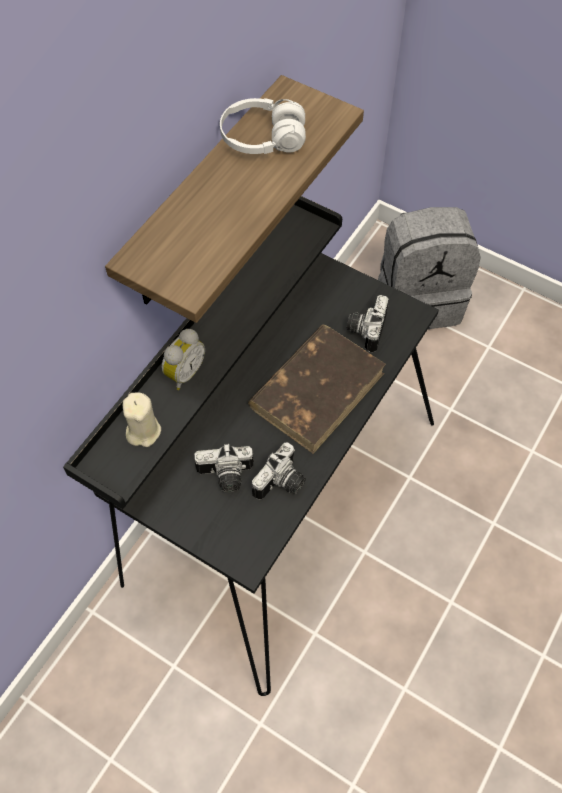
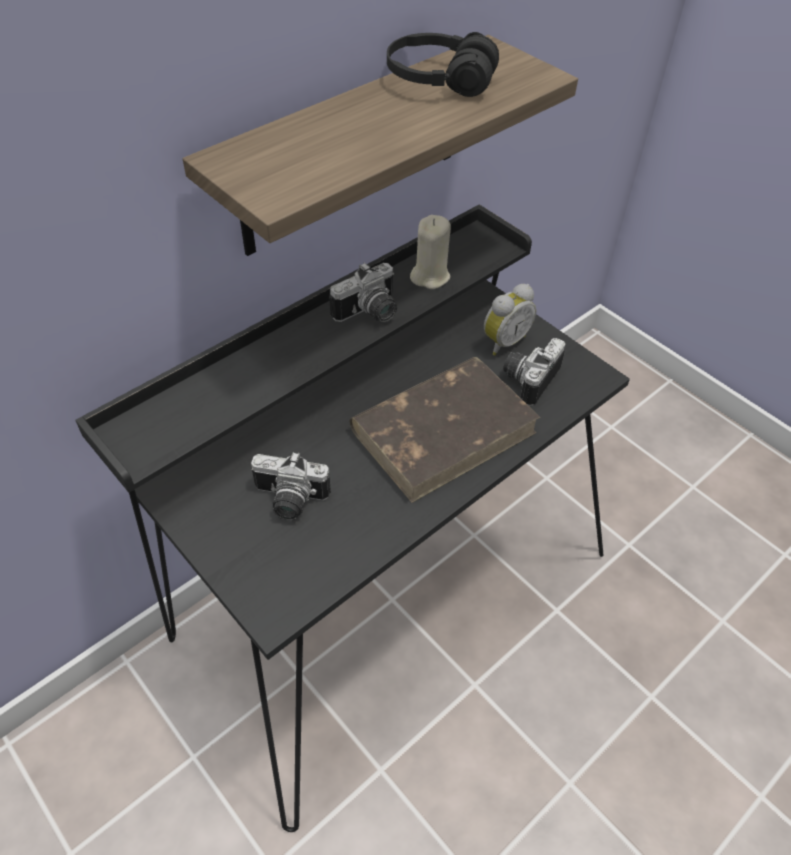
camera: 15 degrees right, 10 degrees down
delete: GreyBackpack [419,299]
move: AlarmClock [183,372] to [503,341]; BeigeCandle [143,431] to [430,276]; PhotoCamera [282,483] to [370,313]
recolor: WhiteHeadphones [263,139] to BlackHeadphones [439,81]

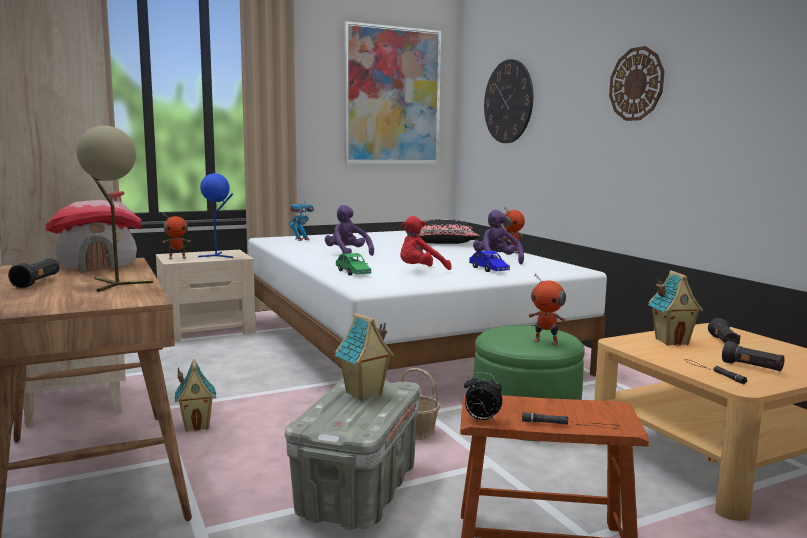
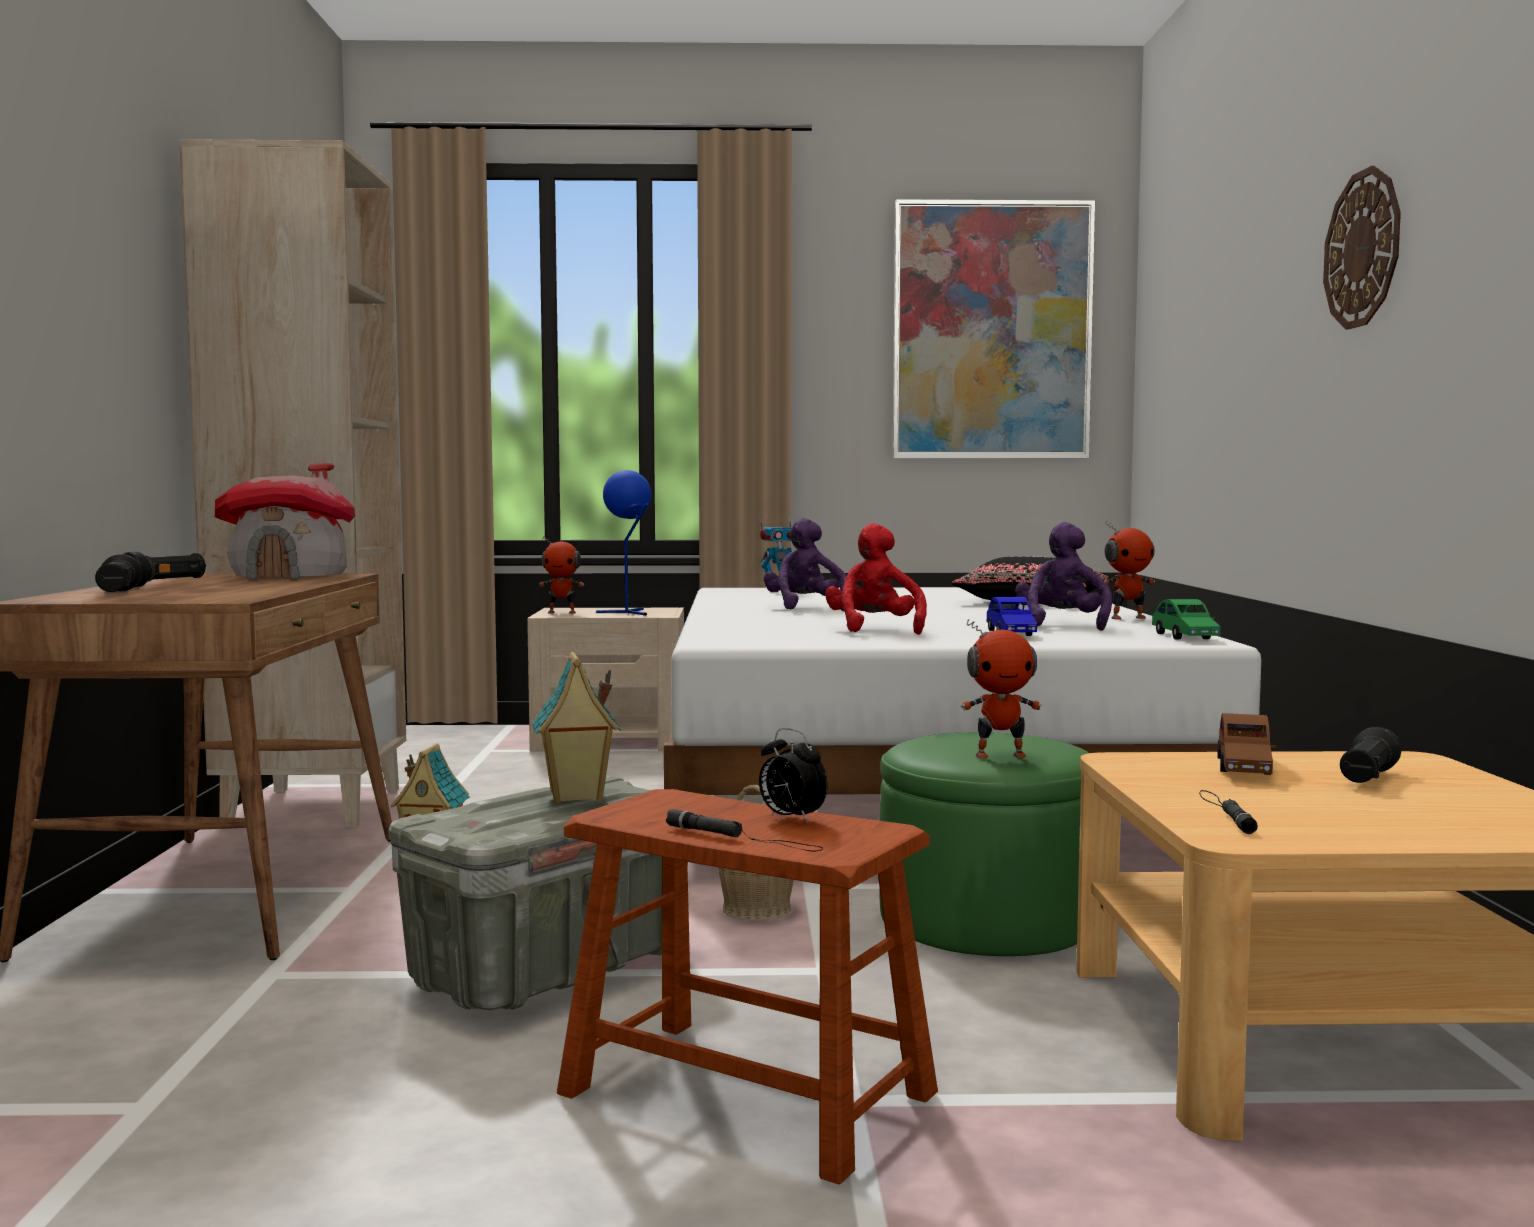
camera: 25 degrees right, 5 degrees down
delete: WallClock [508,101]; BeigeTableLamp [114,284]
move: GreenToyCar [353,273] to [1184,637]; BlackFlashlight [752,368] to [117,593]; AlarmClock [481,420] to [790,818]
replace: ToyHouse [671,341] to BrownToyCar [1243,767]
rotate: RedPlushToy [420,271] = [874,630] 90 degrees clockwise; ToyRobot [546,342] = [1000,755] 60 degrees counterclockwise

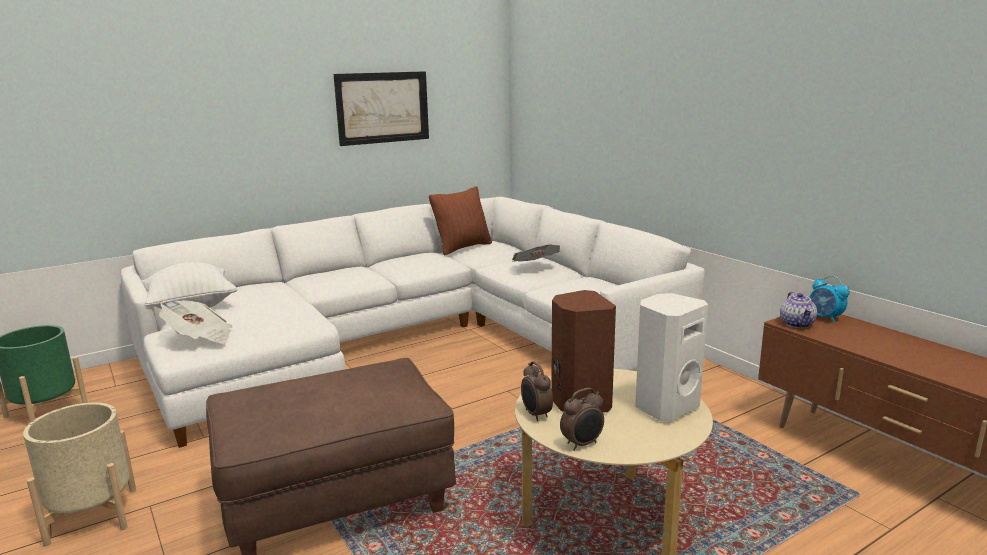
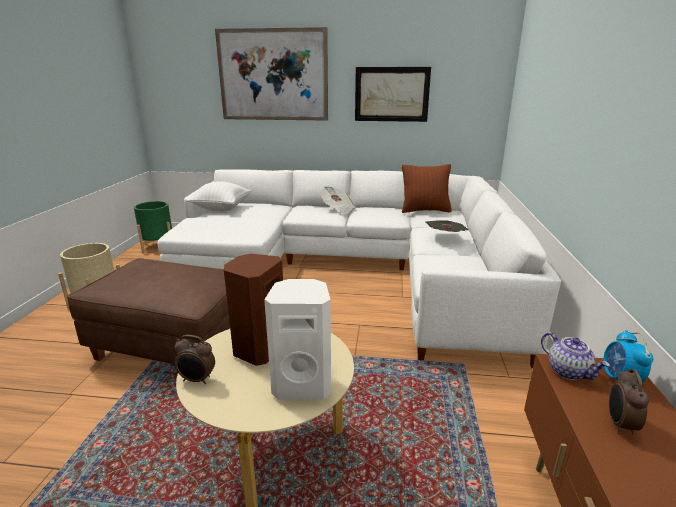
camera: 40 degrees right, 5 degrees up
insert: Picture [273,75]
move: Newspaper [200,337] to [338,209]; AlarmClock [535,415] to [619,425]
rotate: Teapot [797,324] = [569,371] 75 degrees counterclockwise

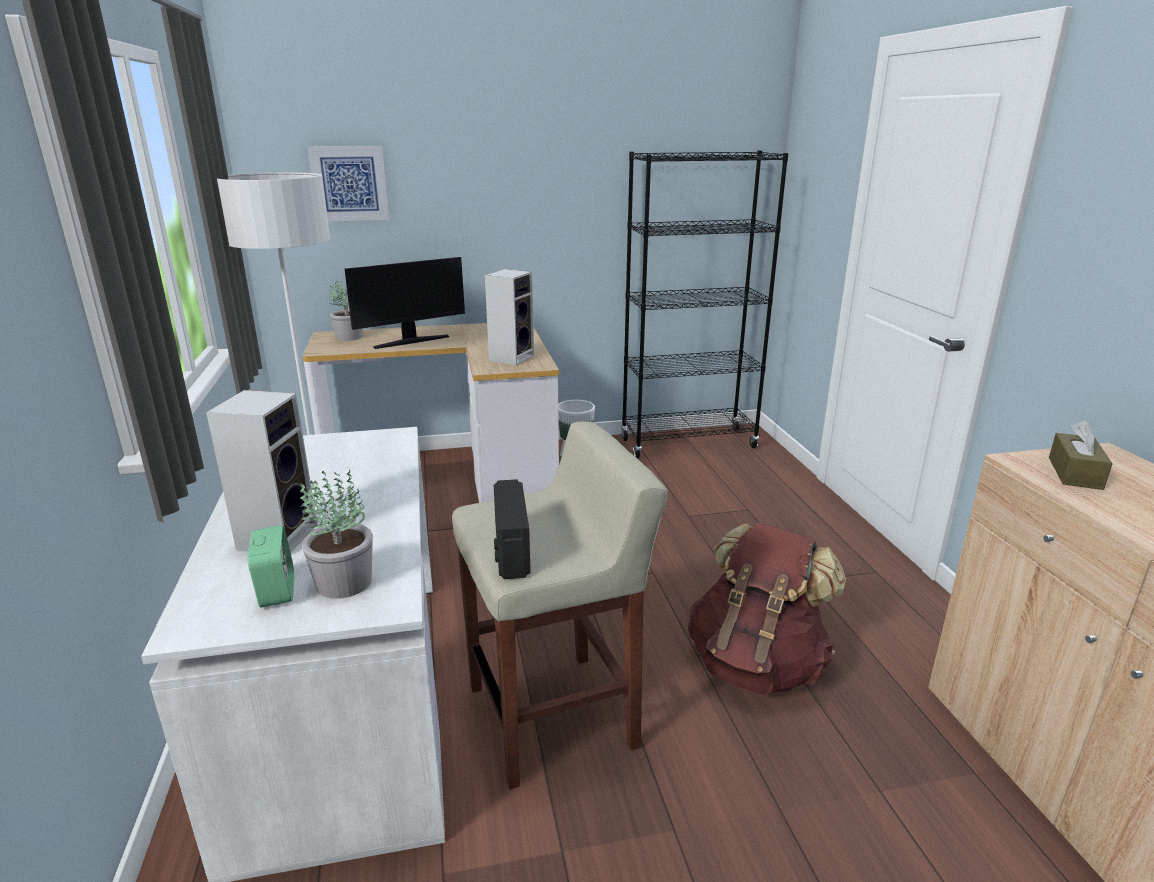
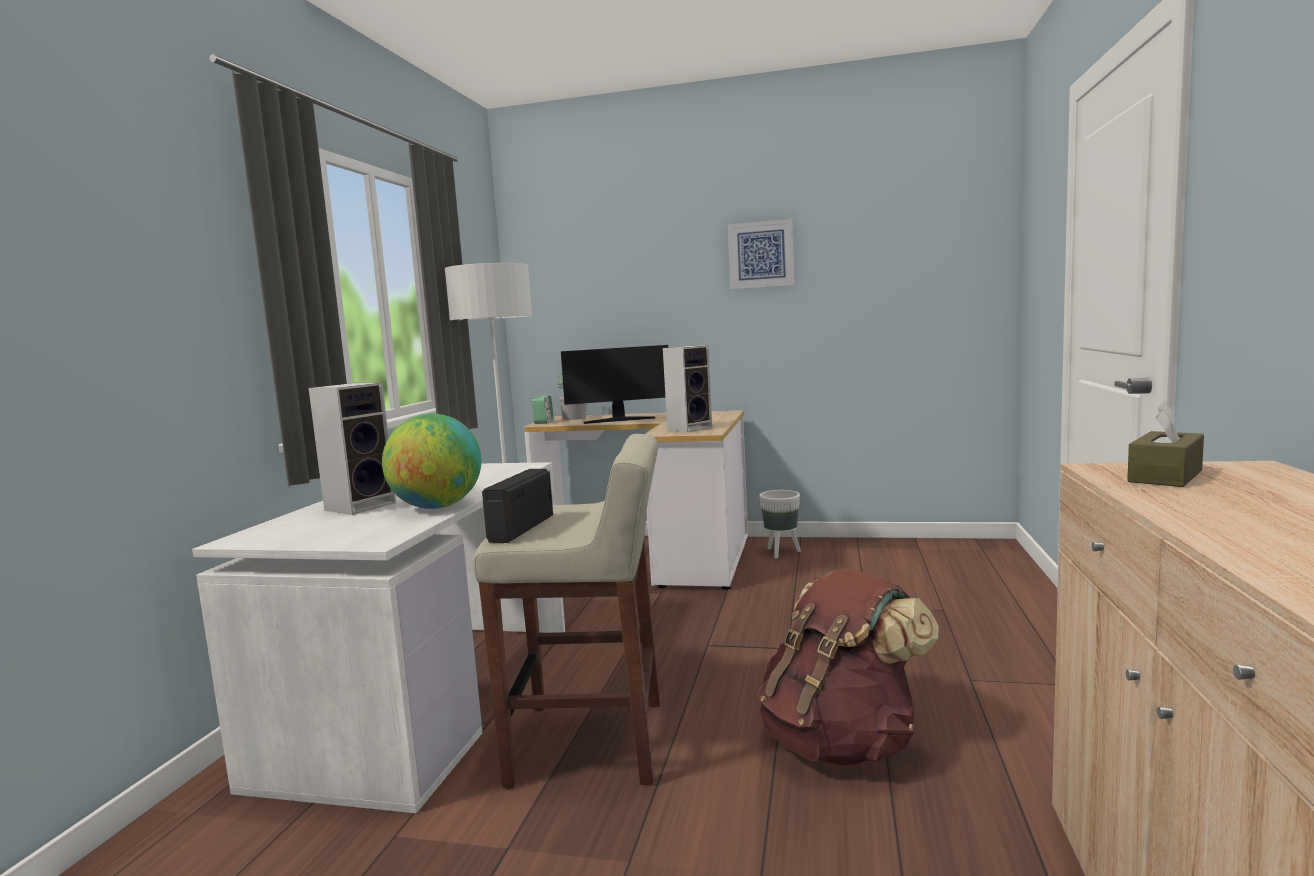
camera: 25 degrees right, 15 degrees down
delete: BlackBookcase [688,444]; PottedPlant [344,581]
insert: Globe [437,507]
move: Picture [349,183] to [761,255]; AlarmClock [276,591] to [543,422]

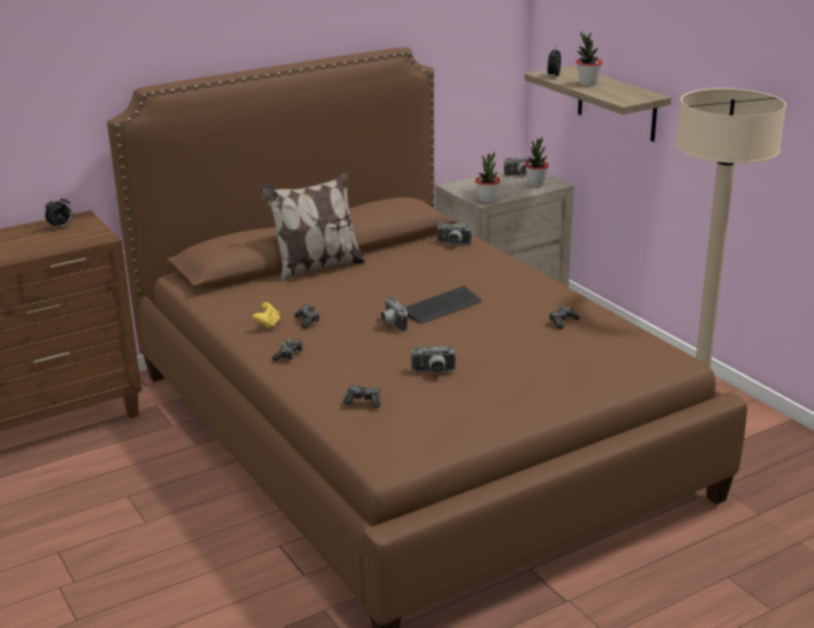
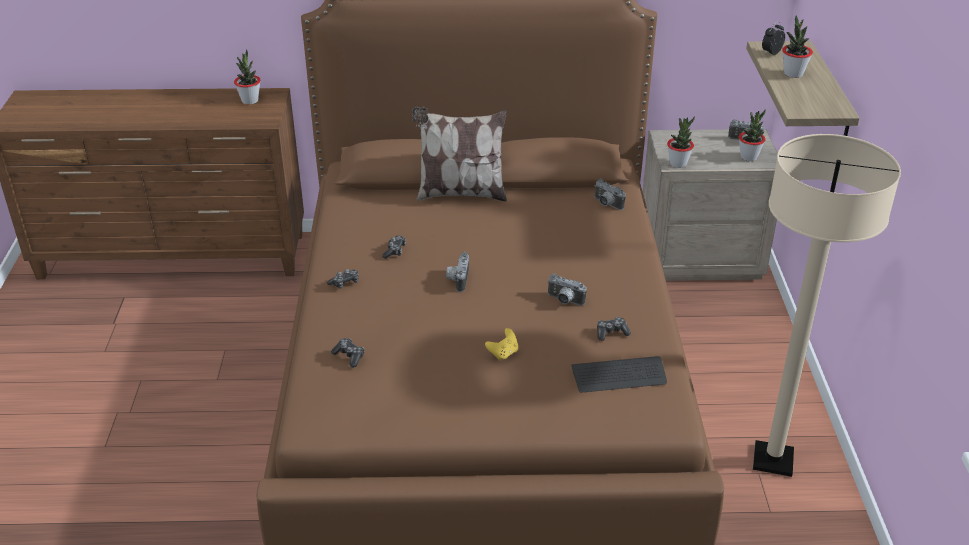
camera: 30 degrees right, 10 degrees up
move: Keyboard [442,307] to [619,376]; YellowGameController [268,325] to [503,353]; PhotoCamera [433,372] to [564,301]
replace: AlarmClock [61,227] to PottedPlant [250,100]

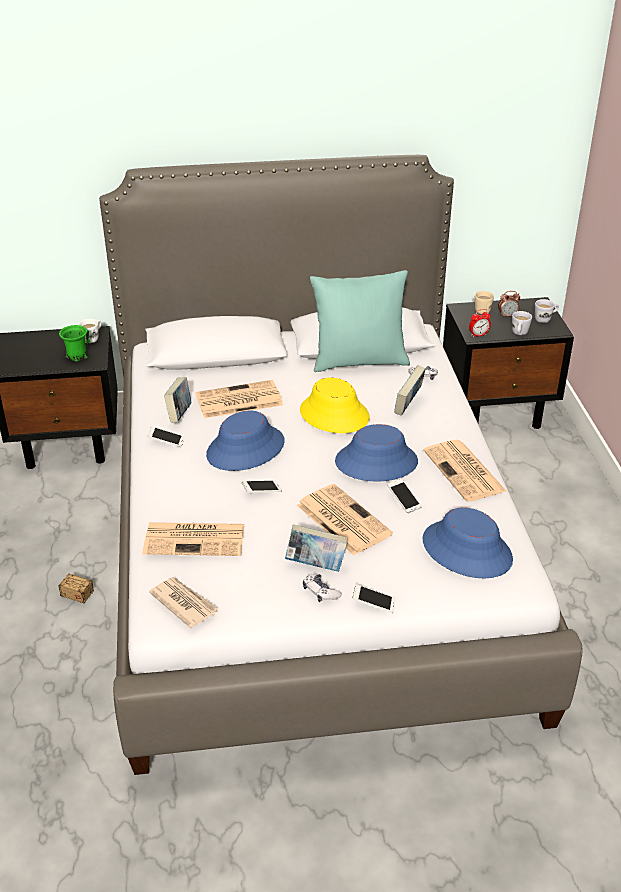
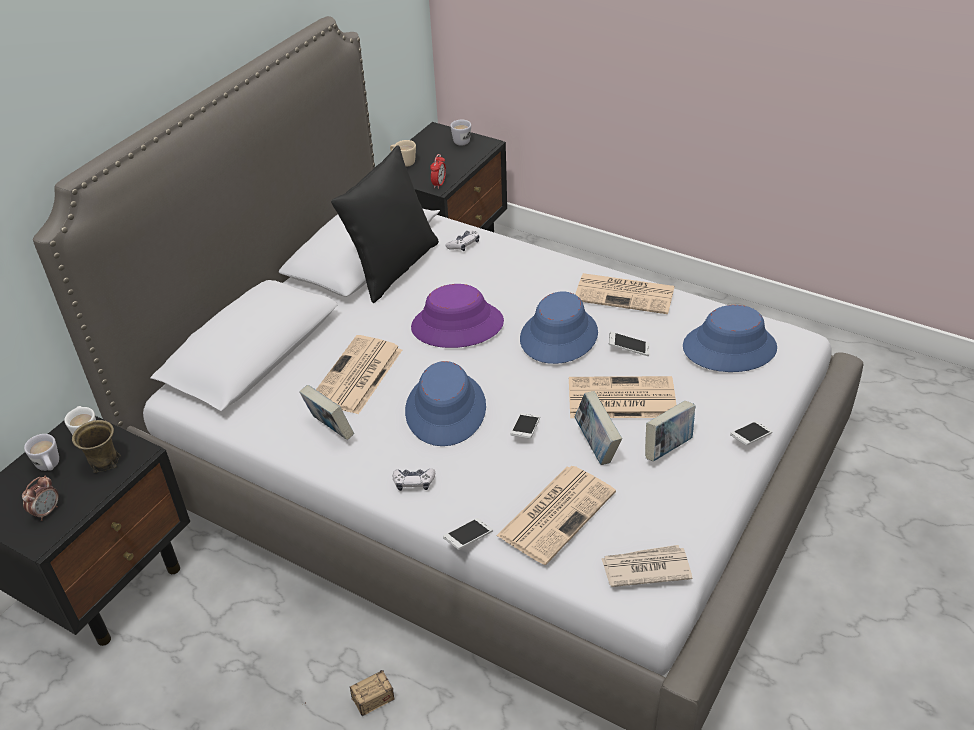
camera: 50 degrees left, 5 degrees up
move: AlarmClock [507,316] to [47,511]; WhiteMug [519,334] to [50,467]; Book [408,406] to [596,446]; Phone [166,441] to [468,538]; GameController [320,592] to [414,482]
recolor: TurquoisePillow [359,361] to BlackPillow [393,268]; GreenMug [77,356] to BrownMug [103,462]; YellowHat [334,414] to PurpleHat [457,325]

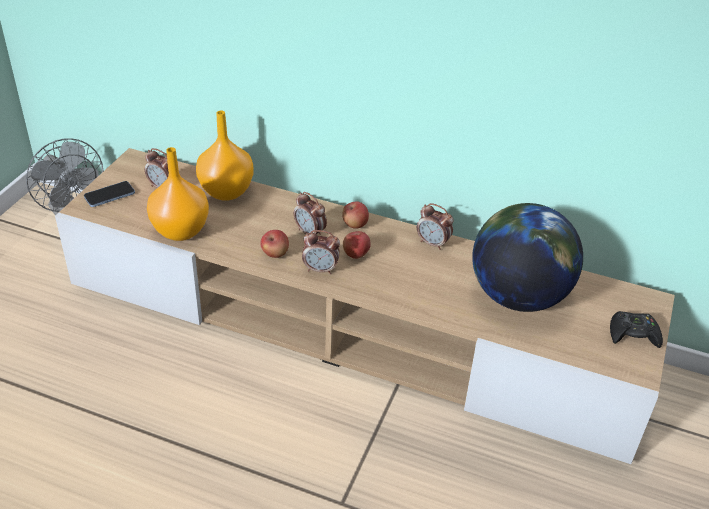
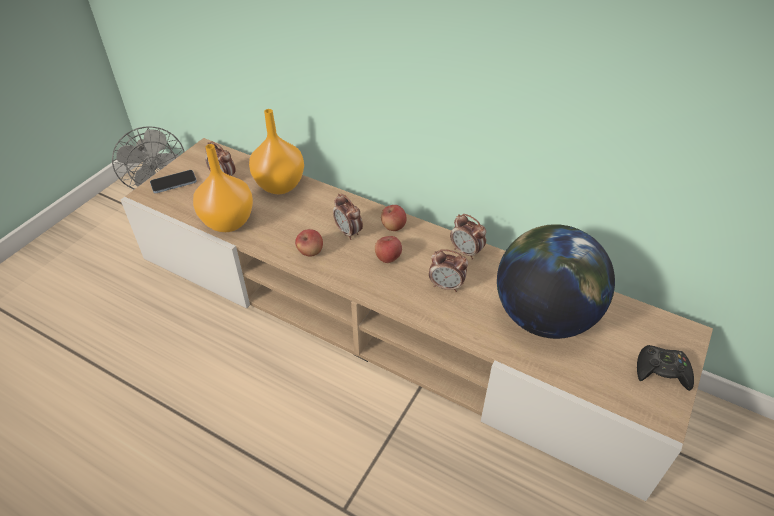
camera: 10 degrees right, 5 degrees up
move: AlarmClock [320,269] to [446,286]

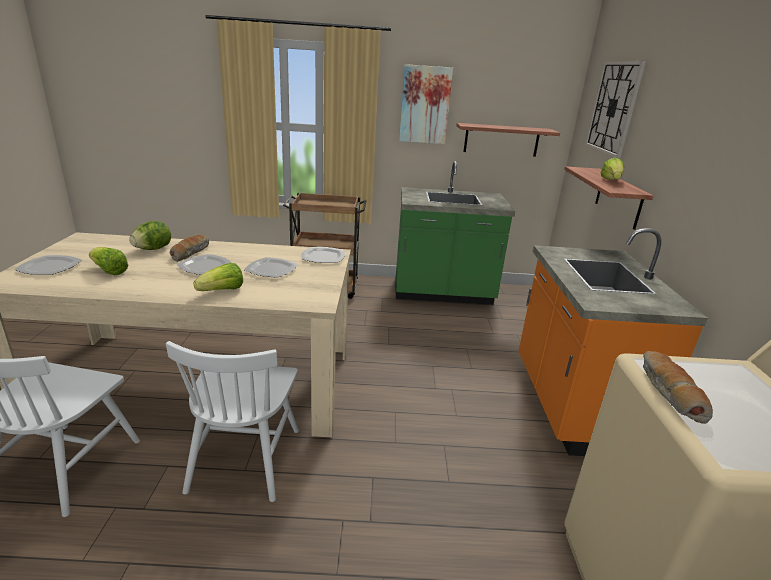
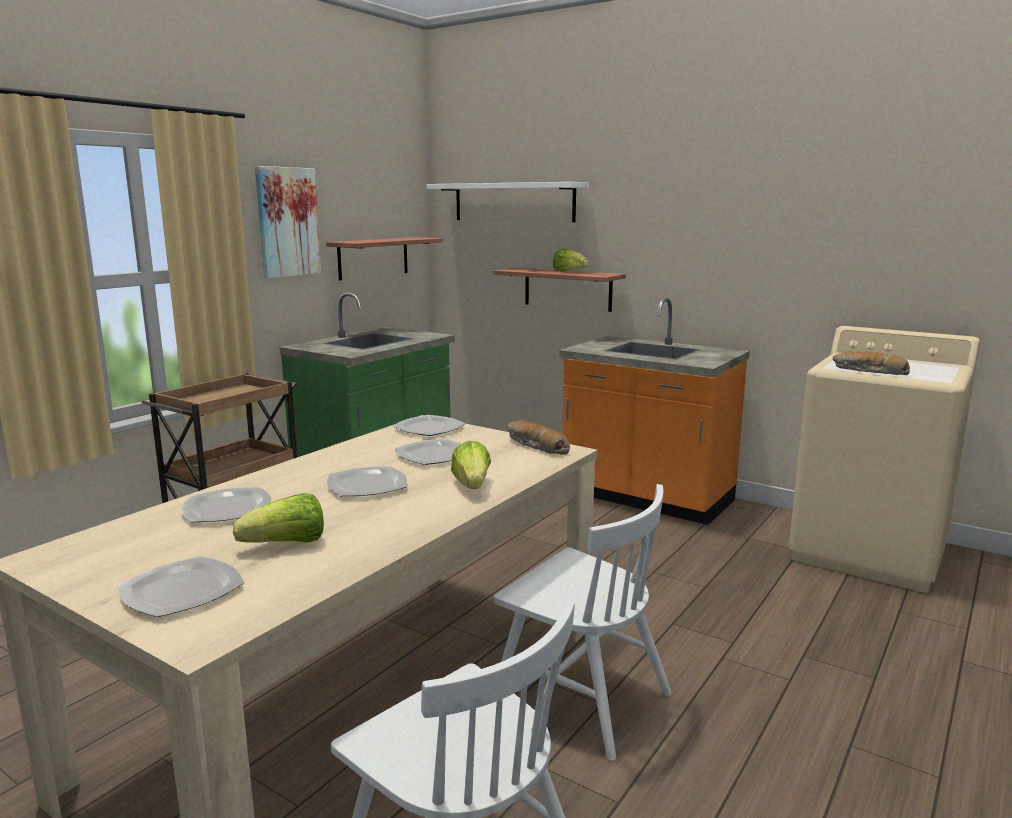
camera: 55 degrees left, 10 degrees down
move: Bread [190,252] to [535,446]
replace: WallClock [613,108] to WhiteShelf [513,202]; Lettuce [153,249] to Plate [228,508]

